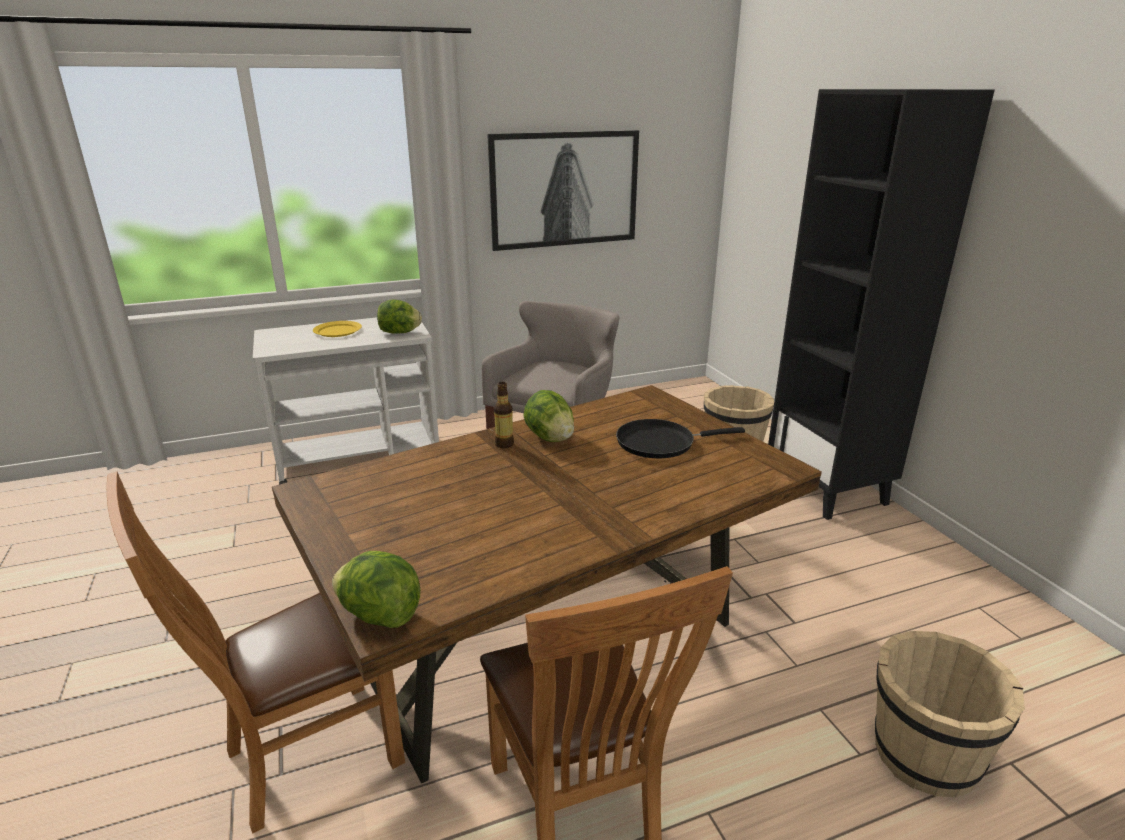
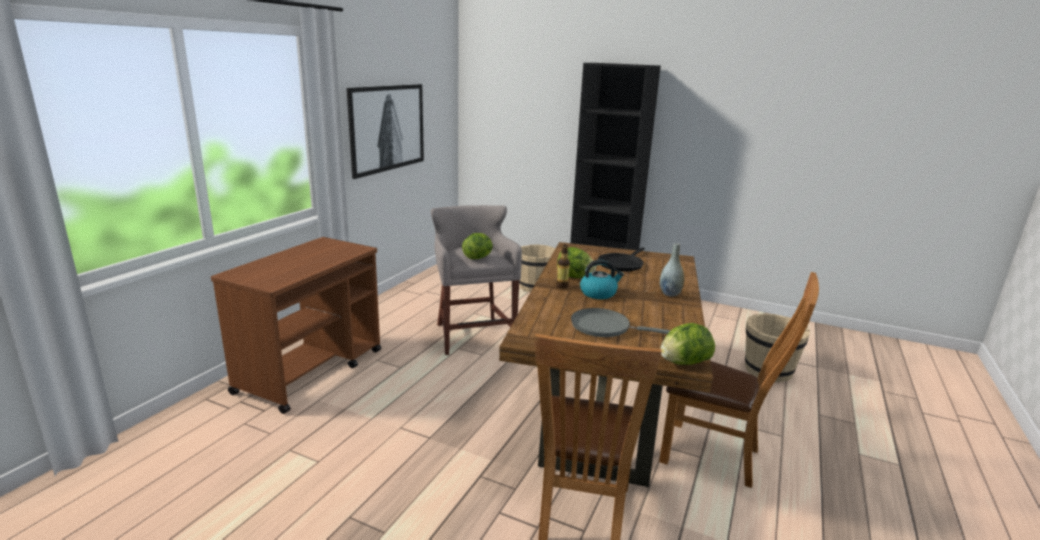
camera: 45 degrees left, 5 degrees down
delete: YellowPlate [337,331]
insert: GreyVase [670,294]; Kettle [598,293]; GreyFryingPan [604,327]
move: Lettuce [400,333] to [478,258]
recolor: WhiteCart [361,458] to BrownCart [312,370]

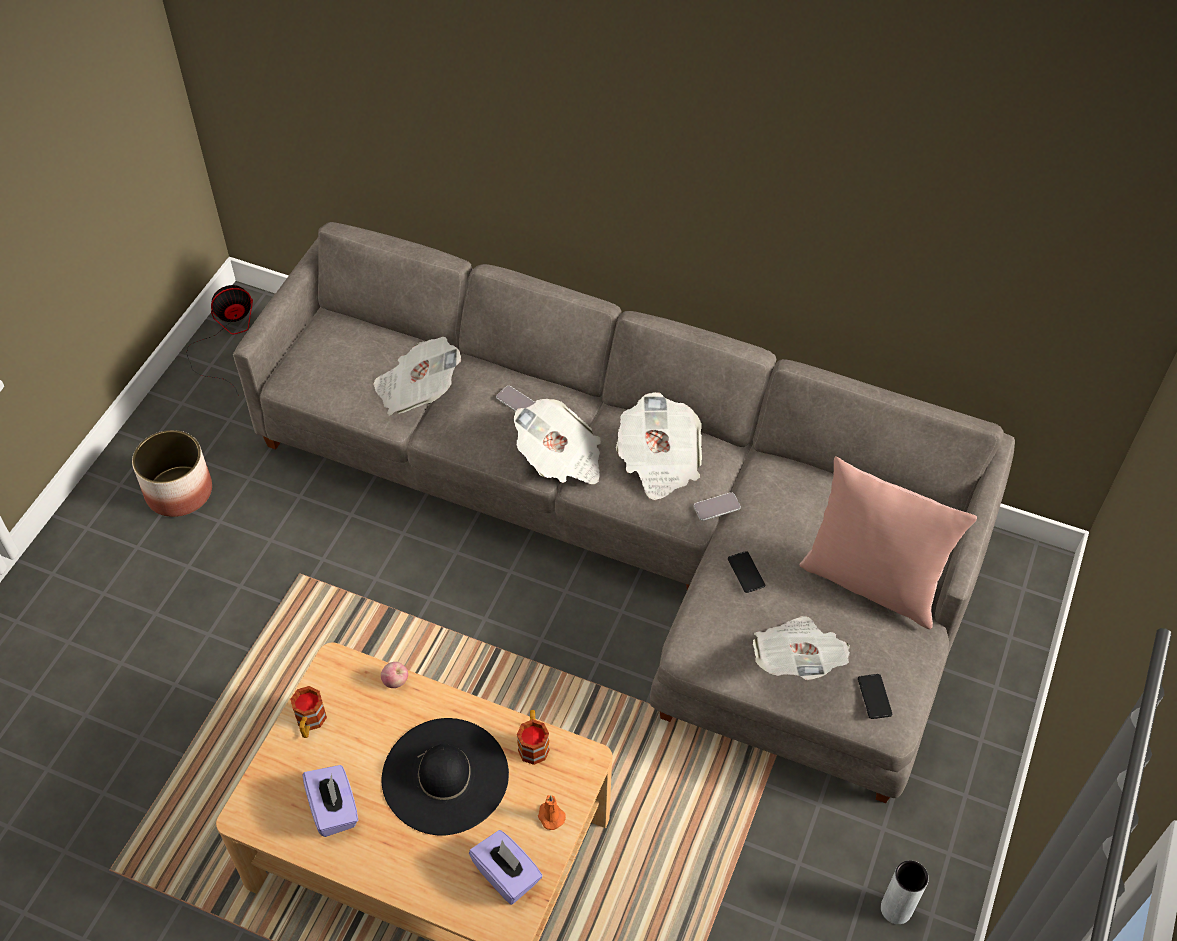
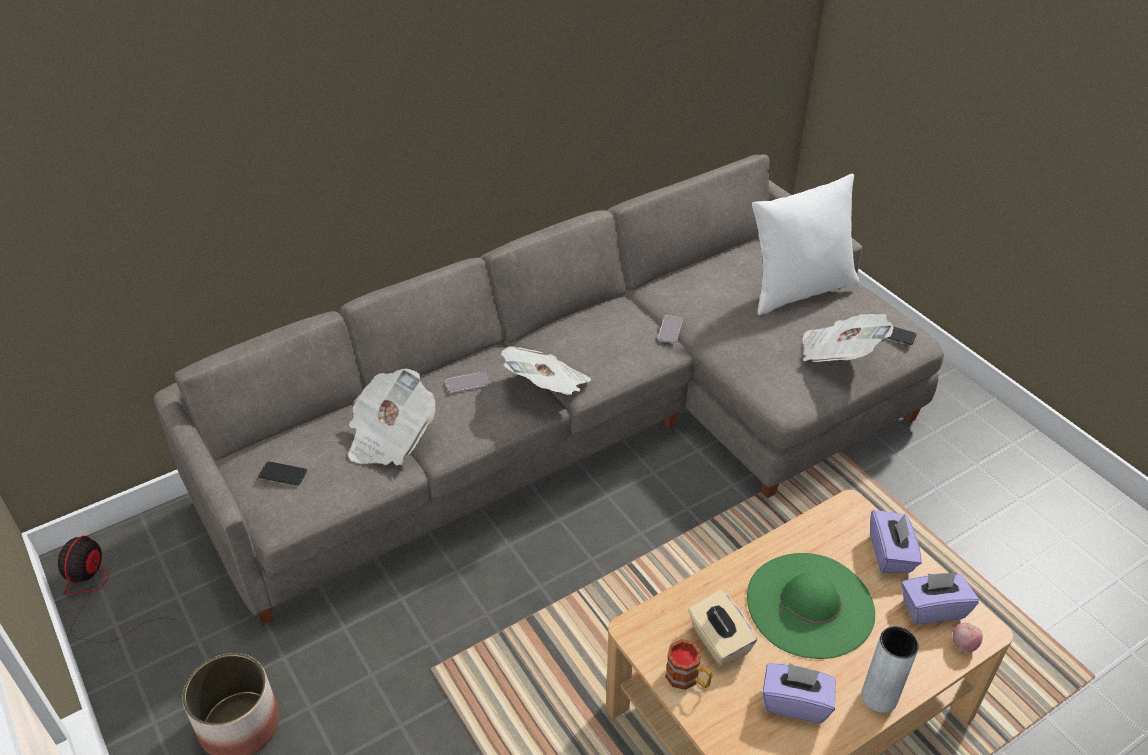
camera: 55 degrees left, 10 degrees down
delete: Newspaper [659,462]; Mug [533,743]
insert: BeigeTissueBox [718,641]
move: Phone [746,572] to [283,474]; Apple [395,681] to [963,644]; GreyVase [896,909] to [879,696]
replace: OrangeCandle [550,816] to PurpleTissueBox [890,554]
recolor: PinkPillow [872,582] to WhitePillow [799,290]; BlackHat [445,776] to GreenHat [810,604]

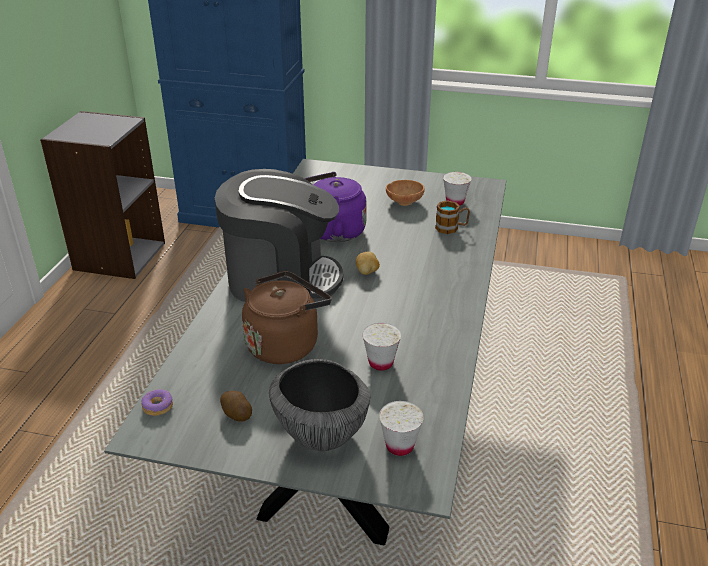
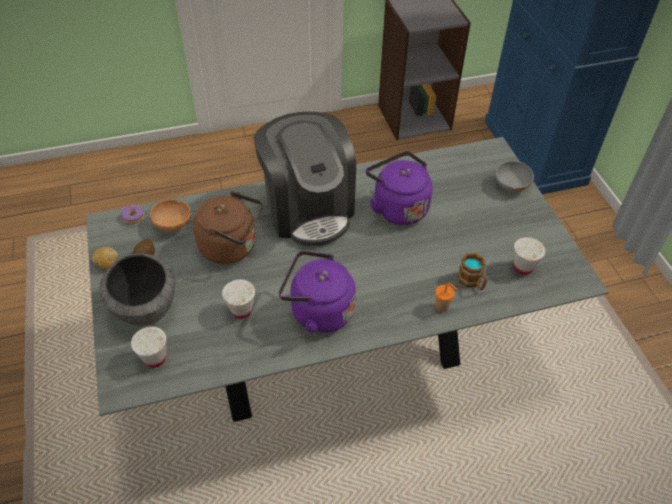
camera: 60 degrees right, 15 degrees up
insert: GreyBowl [510,186]; PurpleKettle [318,311]; OrangeCup [442,307]
move: BrownBowl [404,201] to [174,224]; Potato [367,272] to [107,264]

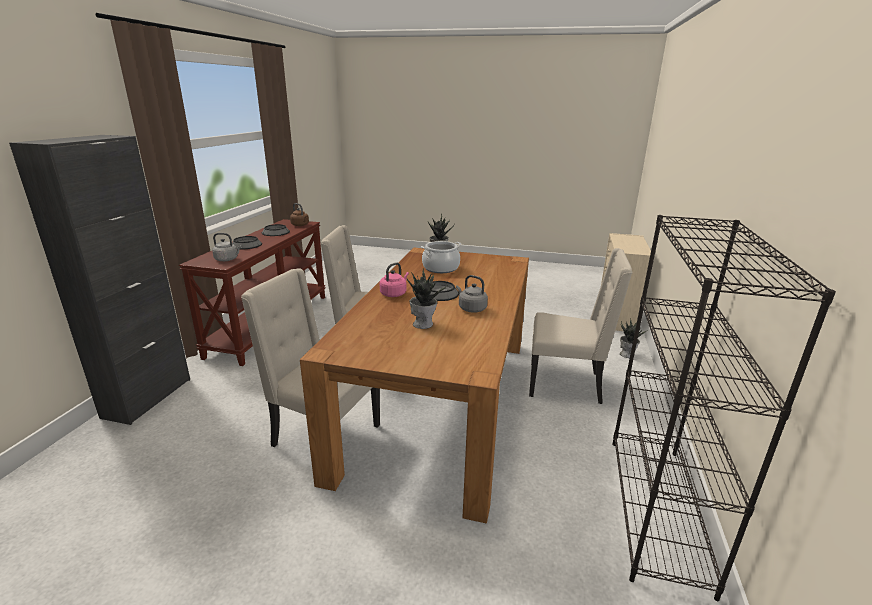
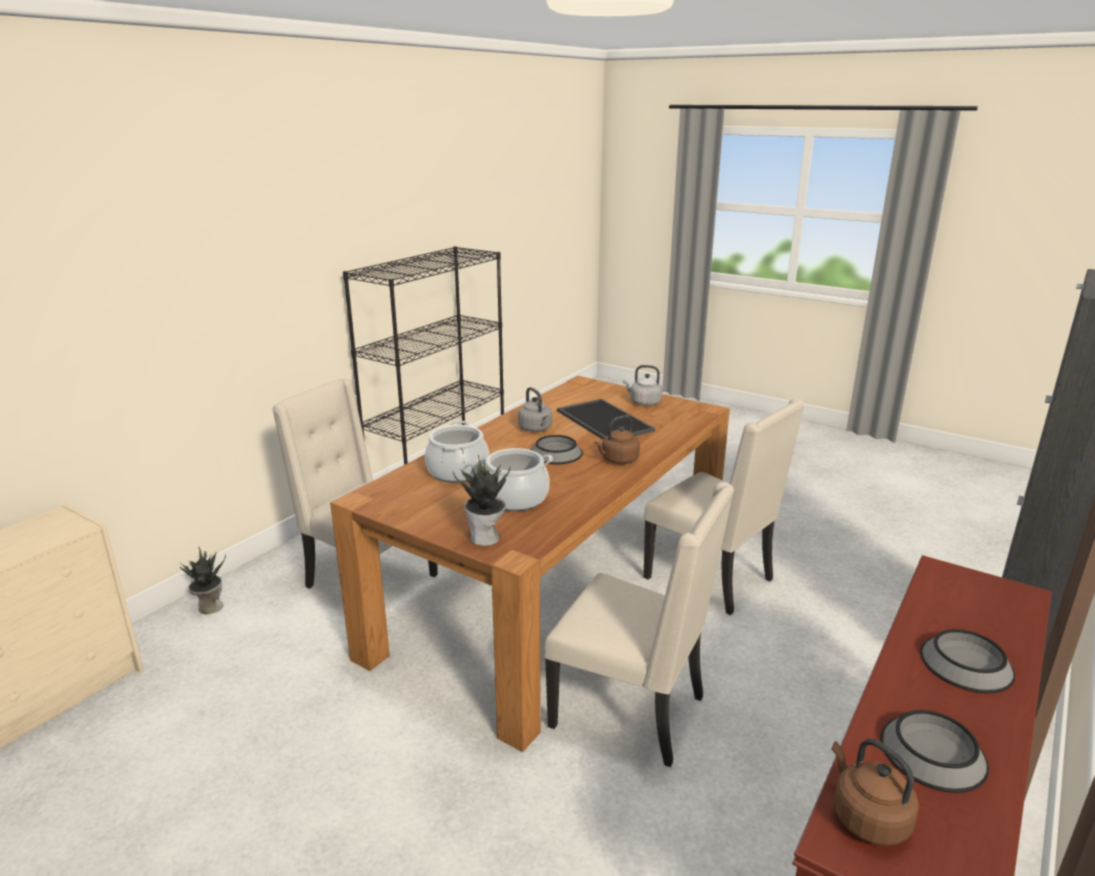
camera: 160 degrees left, 0 degrees up
insert: CookingPot [458,471]
move: GreyKettle [227,259] to [643,402]
replace: PottedPlant [423,324] to Tray [602,420]
recolor: PinkKettle [394,294] to BrownKettle [618,460]

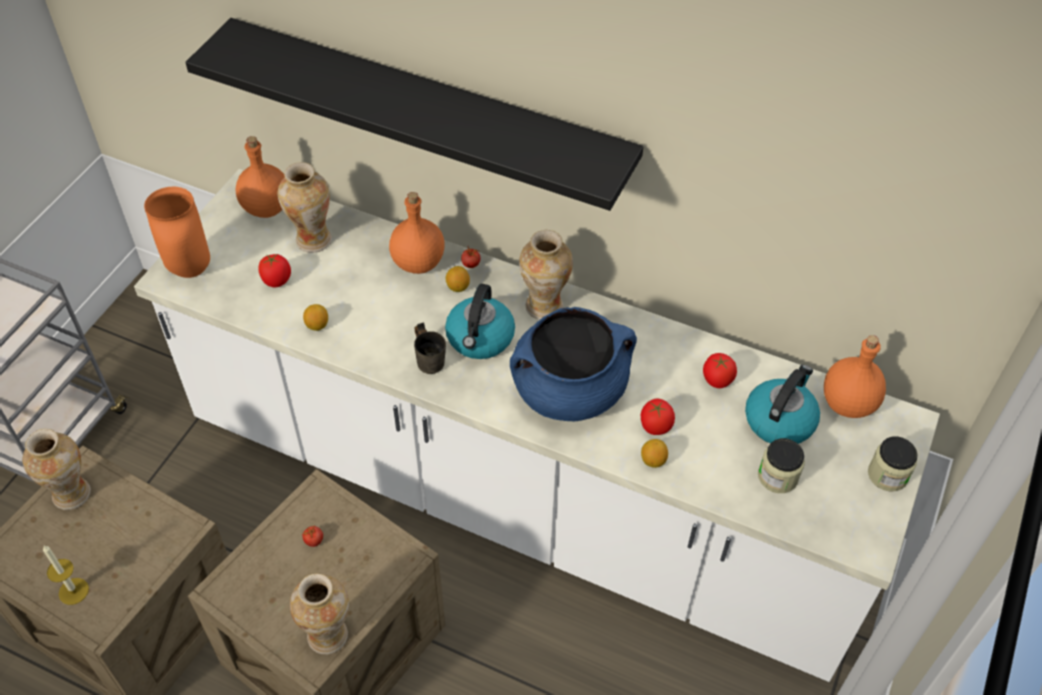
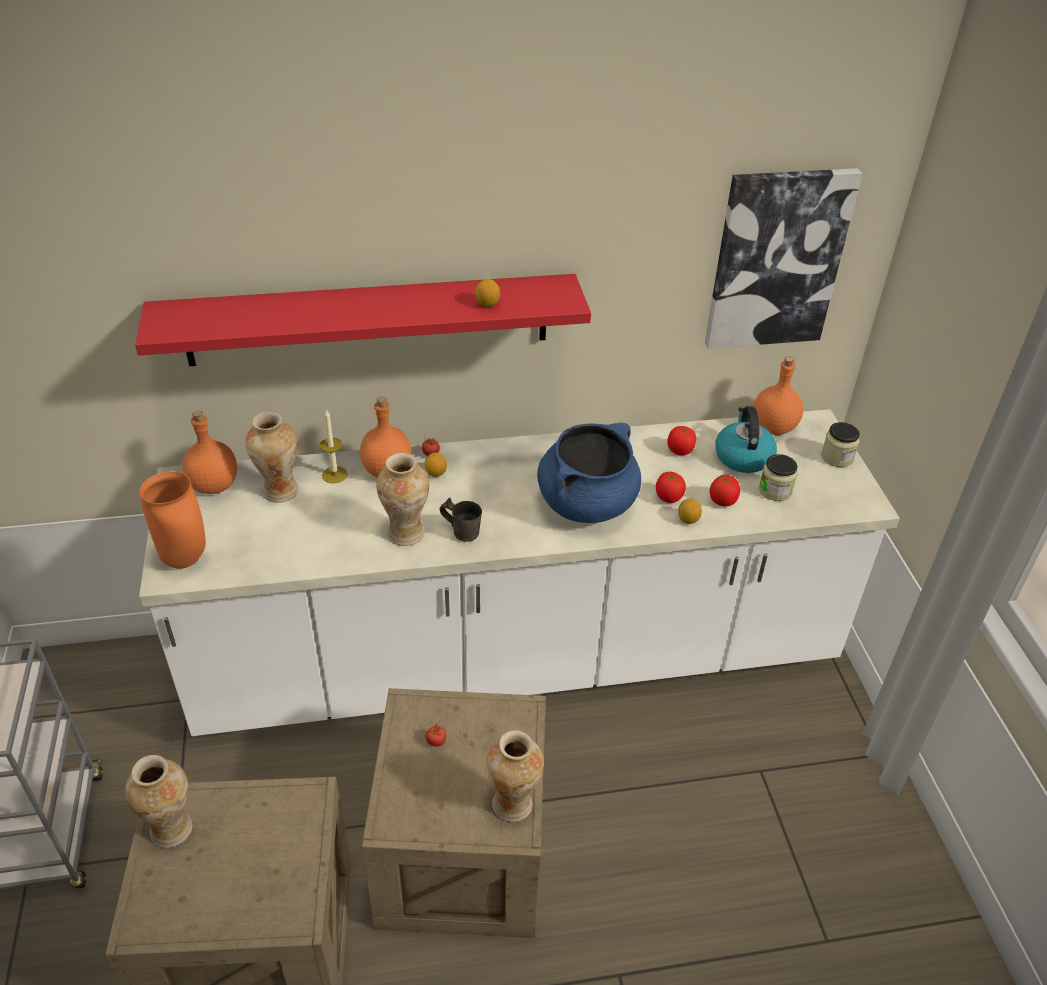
camera: 35 degrees left, 10 degrees down
delete: Kettle [480,339]
insert: Picture [776,259]
move: Vase [544,307] to [406,534]; Tomato [277,280] to [722,501]; Lemon [317,325] to [487,304]; Candle [73,591] to [334,475]
recolor: BlackShelf [429,110] to RedShelf [368,320]

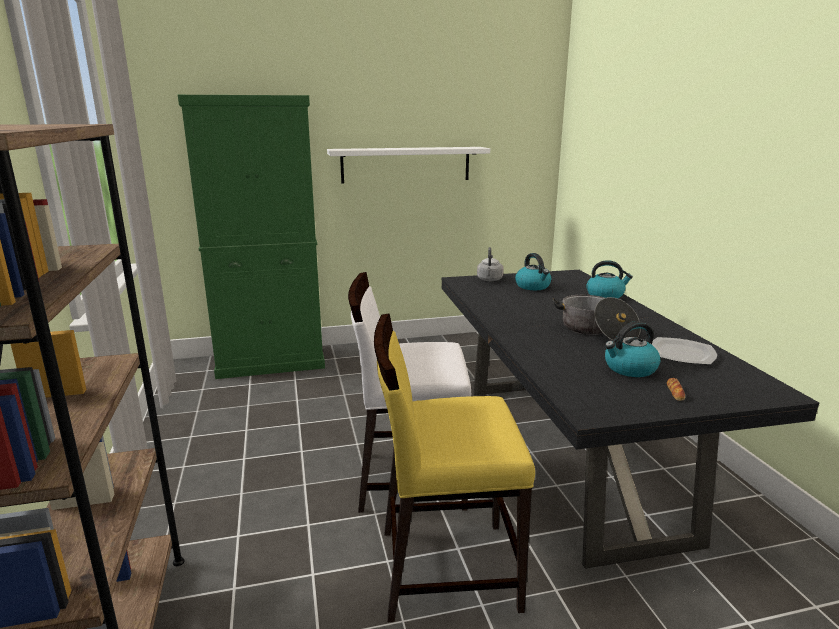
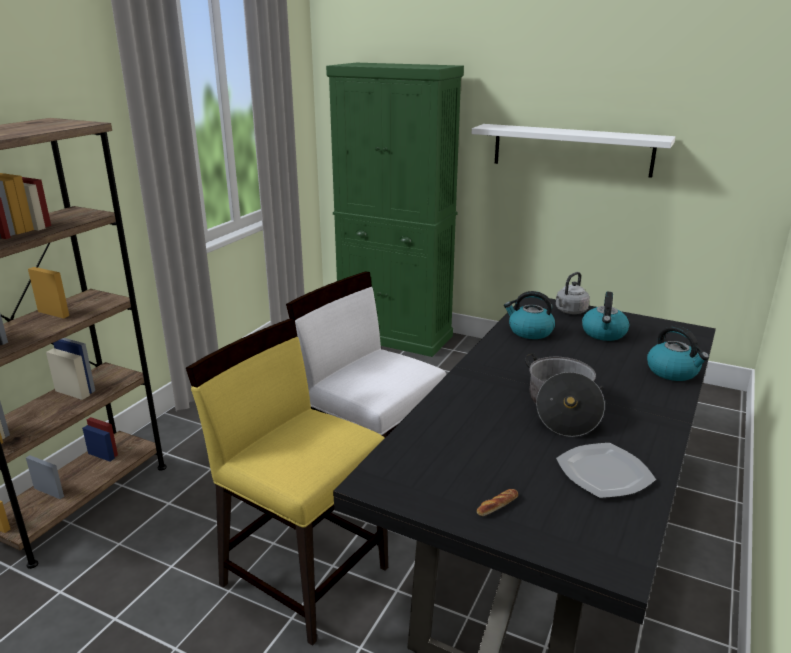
camera: 40 degrees right, 5 degrees up
move: Kettle [629,368] to [529,331]

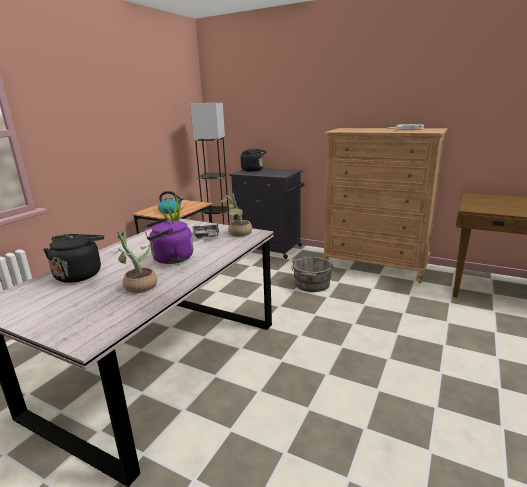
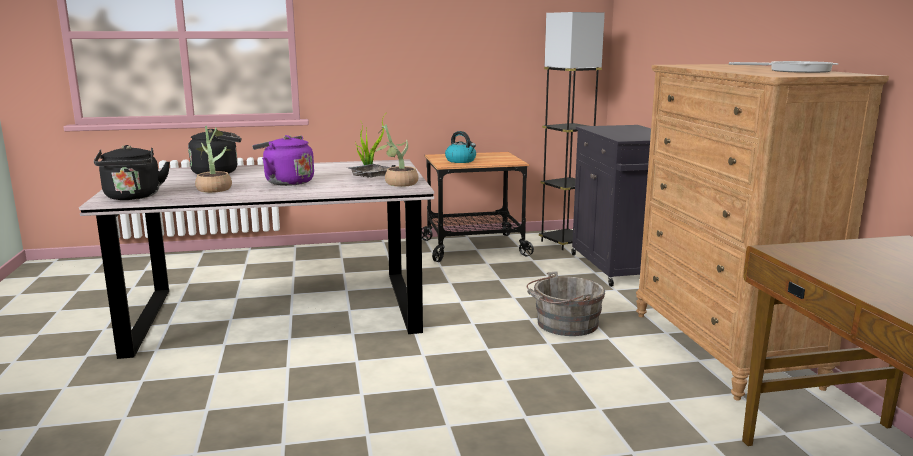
camera: 50 degrees right, 5 degrees down
move: BlackKettle [254,170] to [133,197]

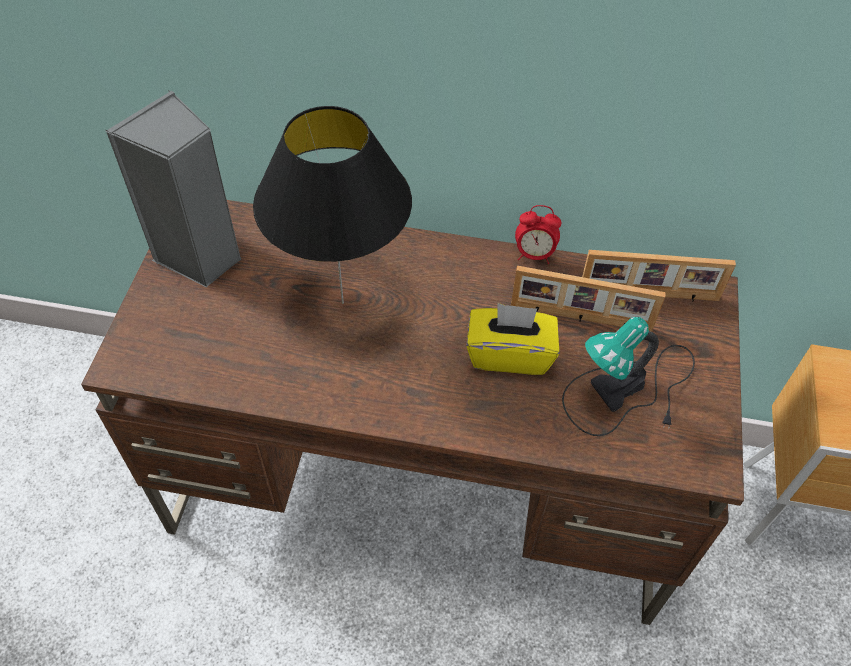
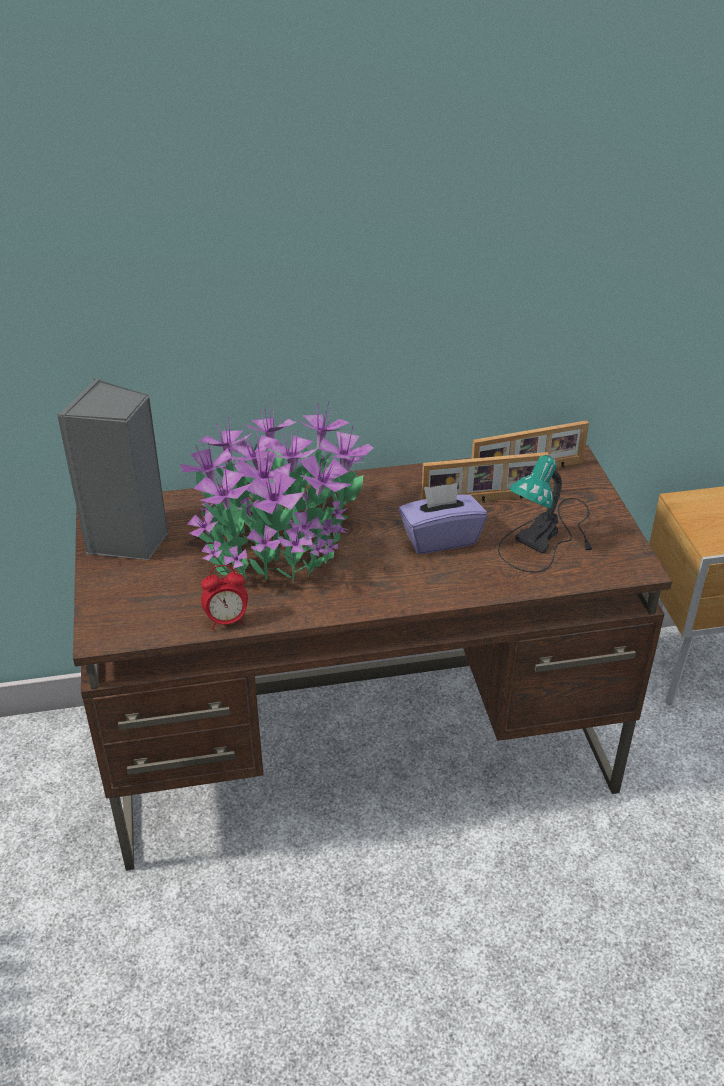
camera: 20 degrees left, 15 degrees down
move: AlarmClock [534,255] to [227,621]
replace: BlackTableLamp [343,303] to PottedPlant [279,540]
recolor: YellowTissueBox [509,354] to PurpleTissueBox [440,538]

